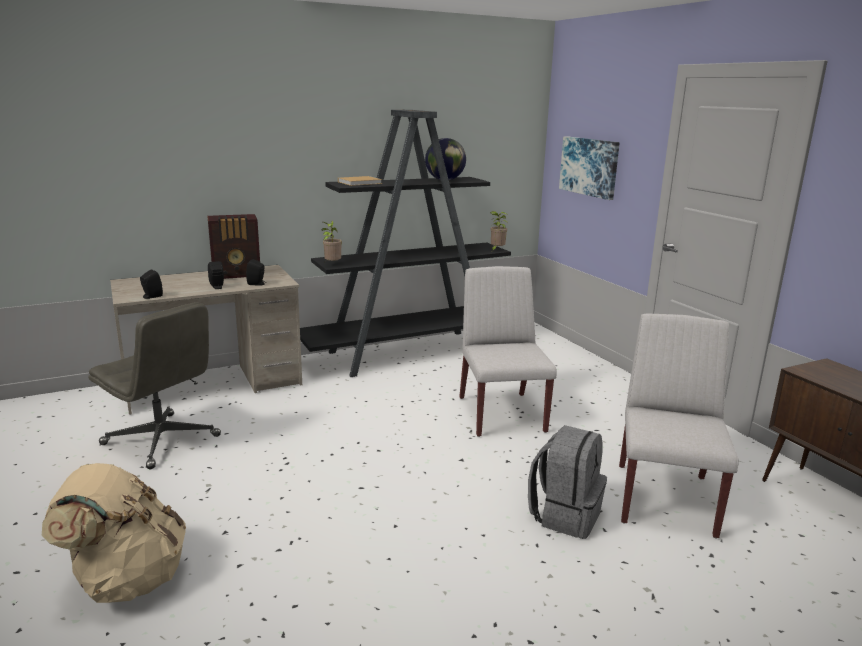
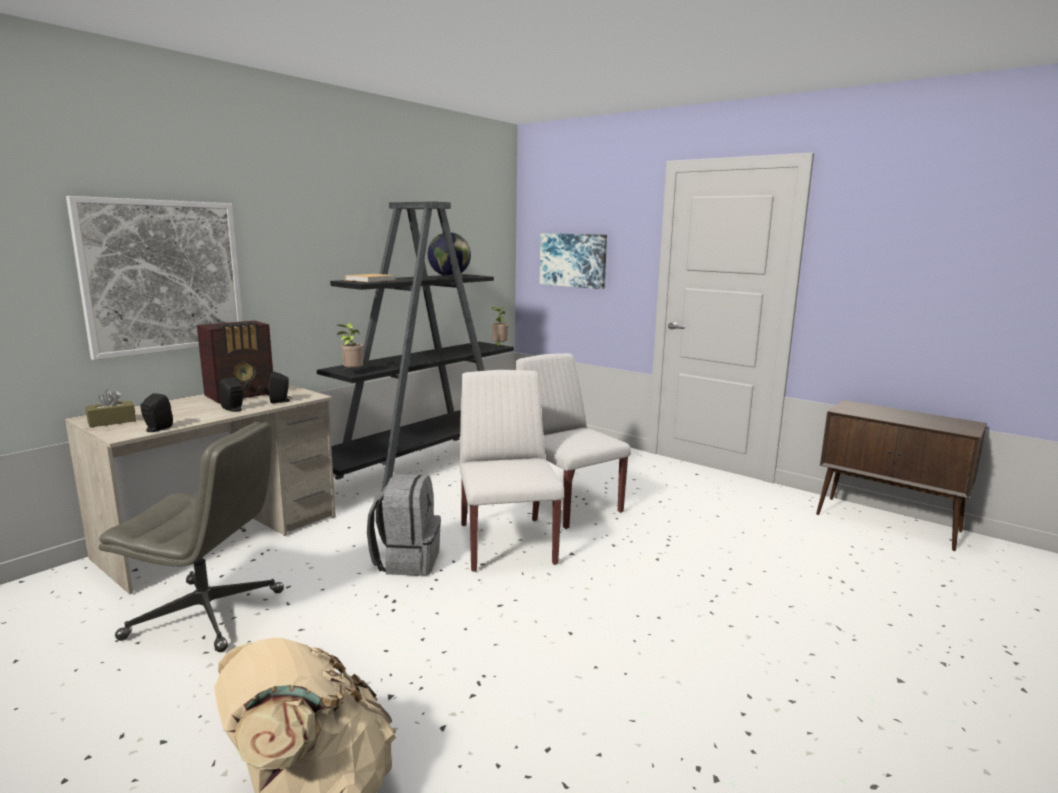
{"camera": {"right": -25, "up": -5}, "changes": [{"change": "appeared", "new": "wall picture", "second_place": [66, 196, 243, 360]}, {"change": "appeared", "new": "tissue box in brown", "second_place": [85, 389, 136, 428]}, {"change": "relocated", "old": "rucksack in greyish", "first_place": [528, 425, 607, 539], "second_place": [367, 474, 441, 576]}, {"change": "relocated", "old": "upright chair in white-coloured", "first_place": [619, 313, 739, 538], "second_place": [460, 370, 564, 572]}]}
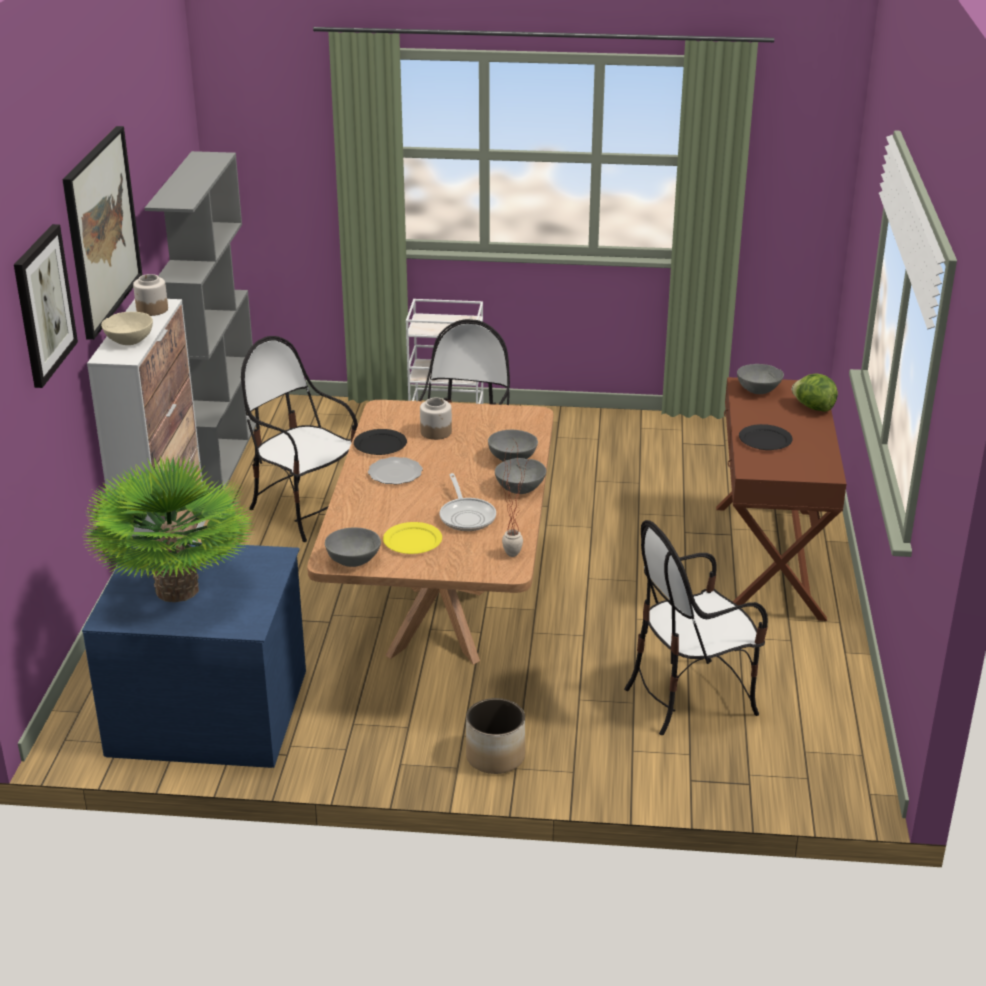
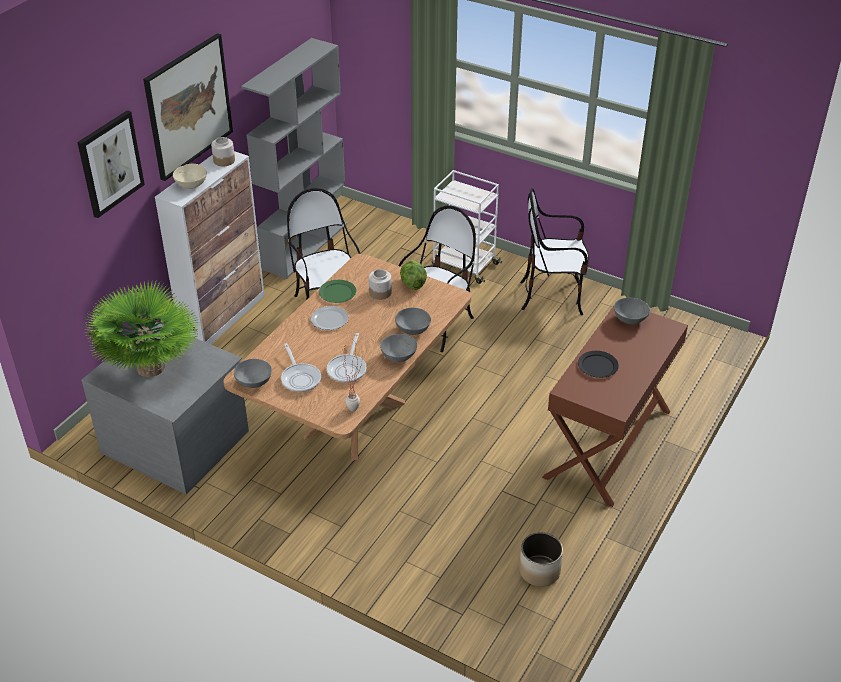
{"camera": {"right": 25, "up": 10}, "changes": [{"change": "colour", "old": "drawer chest in blue", "new": "drawer chest in greyish", "first_place": [82, 542, 306, 768], "second_place": [81, 322, 249, 494]}, {"change": "exchanged", "old": "flat dish in yellow-coloured", "new": "frying pan", "first_place": [383, 522, 442, 554], "second_place": [281, 343, 321, 392]}, {"change": "colour", "old": "flat dish in black", "new": "flat dish in greenish", "first_place": [354, 429, 407, 455], "second_place": [319, 280, 356, 303]}, {"change": "relocated", "old": "lettuce", "first_place": [792, 374, 838, 412], "second_place": [400, 261, 427, 290]}, {"change": "relocated", "old": "plant pot", "first_place": [466, 698, 525, 774], "second_place": [519, 532, 563, 587]}, {"change": "relocated", "old": "upright chair", "first_place": [624, 520, 768, 735], "second_place": [520, 188, 590, 315]}]}
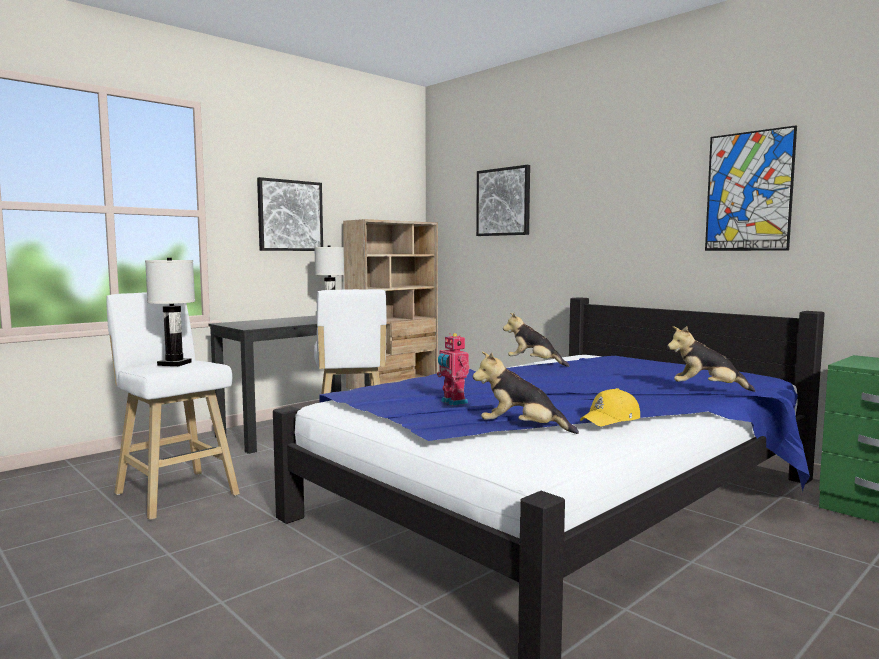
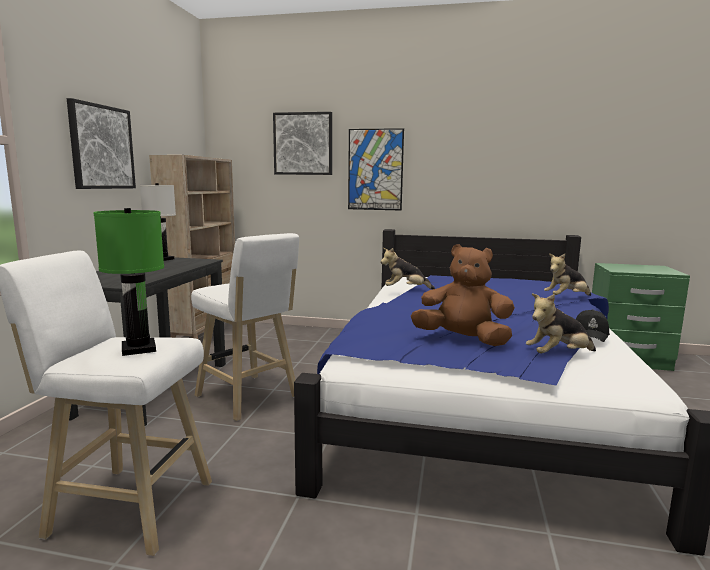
{"camera": {"right": -35, "up": 5}, "changes": [{"change": "colour", "old": "table lamp in white-coloured", "new": "table lamp in greenish", "first_place": [145, 258, 195, 366], "second_place": [93, 208, 164, 356]}, {"change": "relocated", "old": "wall picture", "first_place": [705, 125, 797, 251], "second_place": [348, 128, 404, 210]}, {"change": "exchanged", "old": "model robot", "new": "soft toy in brown", "first_place": [437, 333, 470, 406], "second_place": [411, 244, 515, 346]}, {"change": "colour", "old": "peaked cap in yellow-coloured", "new": "peaked cap in black", "first_place": [580, 388, 640, 426], "second_place": [576, 309, 610, 342]}]}
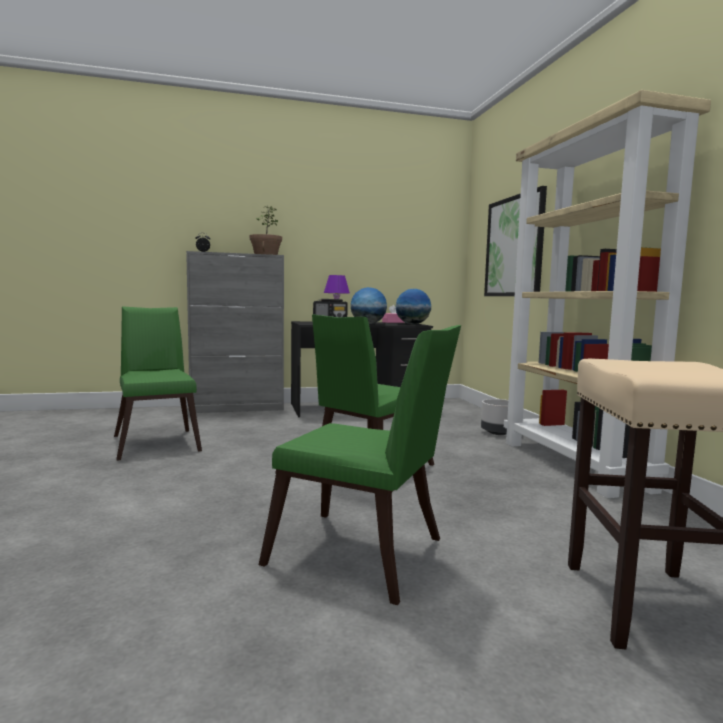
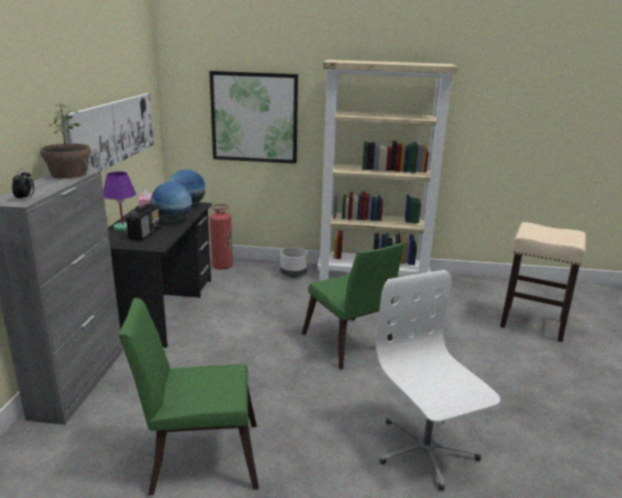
{"camera": {"right": -70, "up": 15}, "changes": [{"change": "appeared", "new": "wall picture", "second_place": [63, 93, 154, 171]}, {"change": "appeared", "new": "fire extinguisher", "second_place": [209, 204, 233, 269]}, {"change": "appeared", "new": "computer chair in white-coloured", "second_place": [376, 270, 500, 491]}, {"change": "missing", "old": "upright chair in greenish", "first_place": [259, 325, 461, 605]}]}
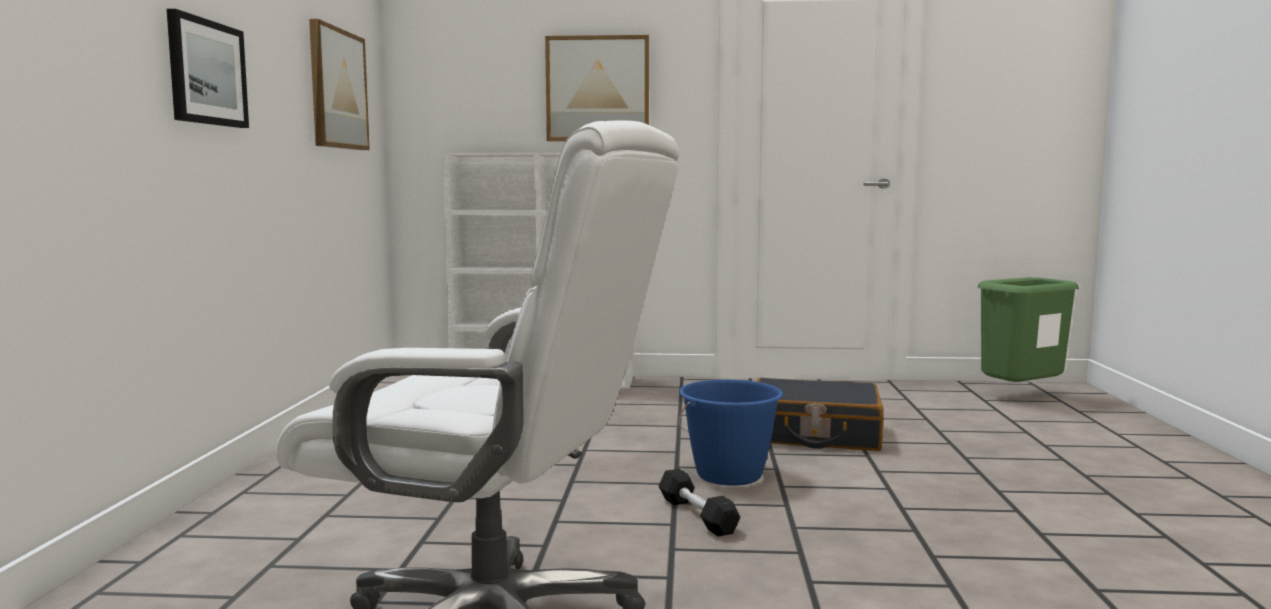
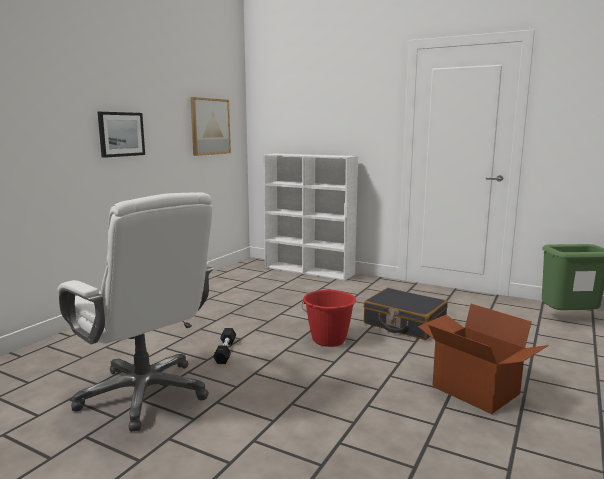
{"camera": {"right": 25, "up": 5}, "changes": [{"change": "relocated", "old": "dumbbell in black", "first_place": [658, 469, 740, 537], "second_place": [213, 328, 236, 364]}, {"change": "colour", "old": "water bucket in blue", "new": "water bucket in red", "first_place": [679, 379, 783, 486], "second_place": [302, 290, 356, 347]}, {"change": "appeared", "new": "carton", "second_place": [418, 304, 549, 414]}, {"change": "missing", "old": "wall picture", "first_place": [545, 35, 649, 141]}]}
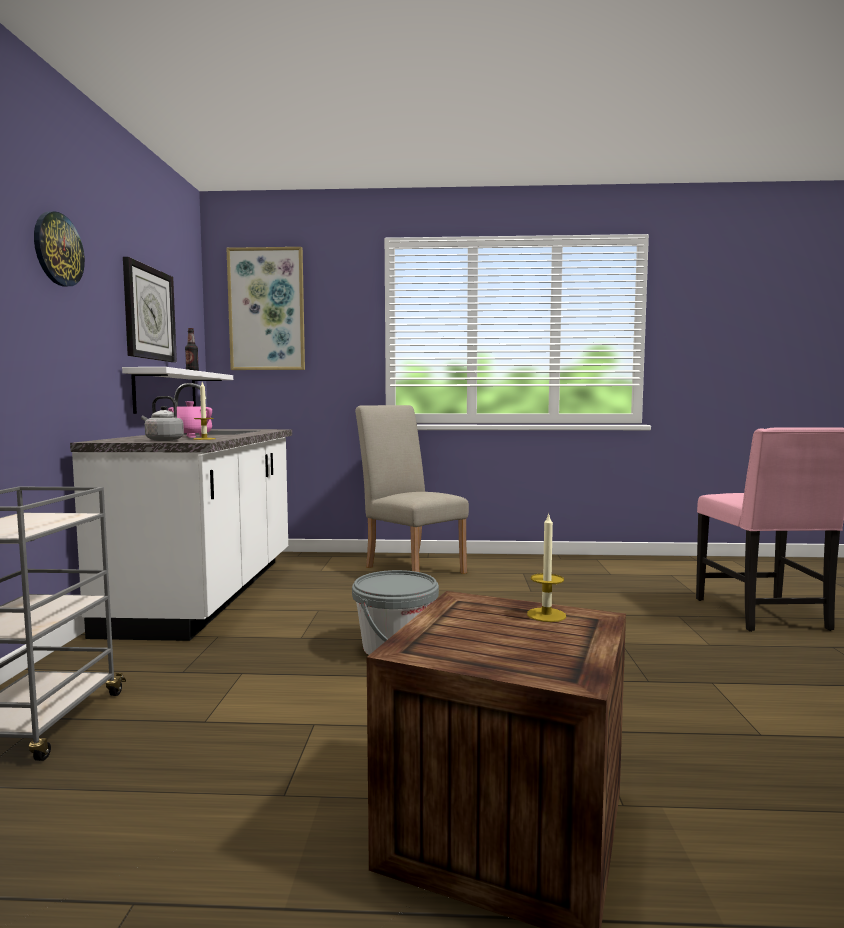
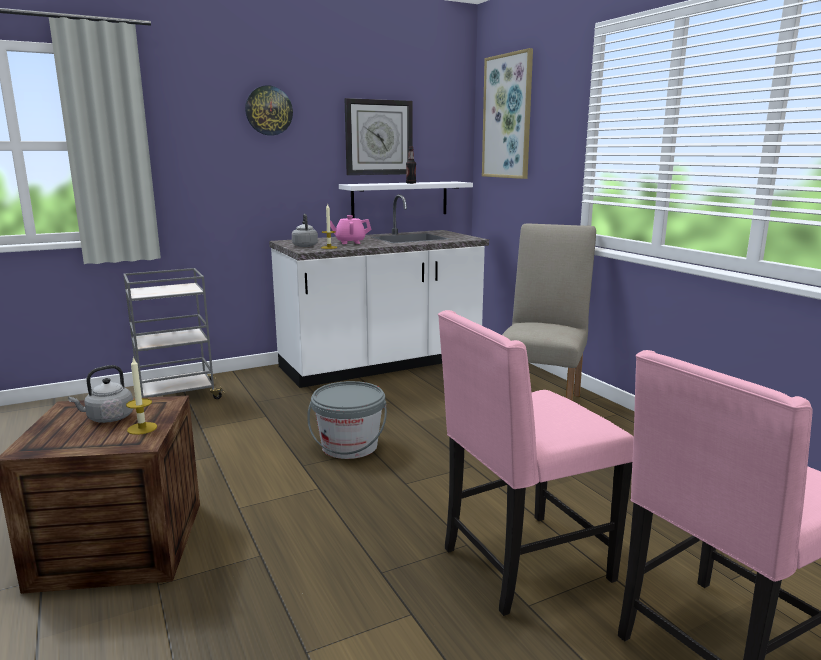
{"camera": {"right": 60, "up": 10}, "changes": [{"change": "appeared", "new": "tea kettle in greyish", "second_place": [68, 365, 134, 423]}, {"change": "appeared", "new": "upright chair in pinkish", "second_place": [438, 310, 634, 616]}]}
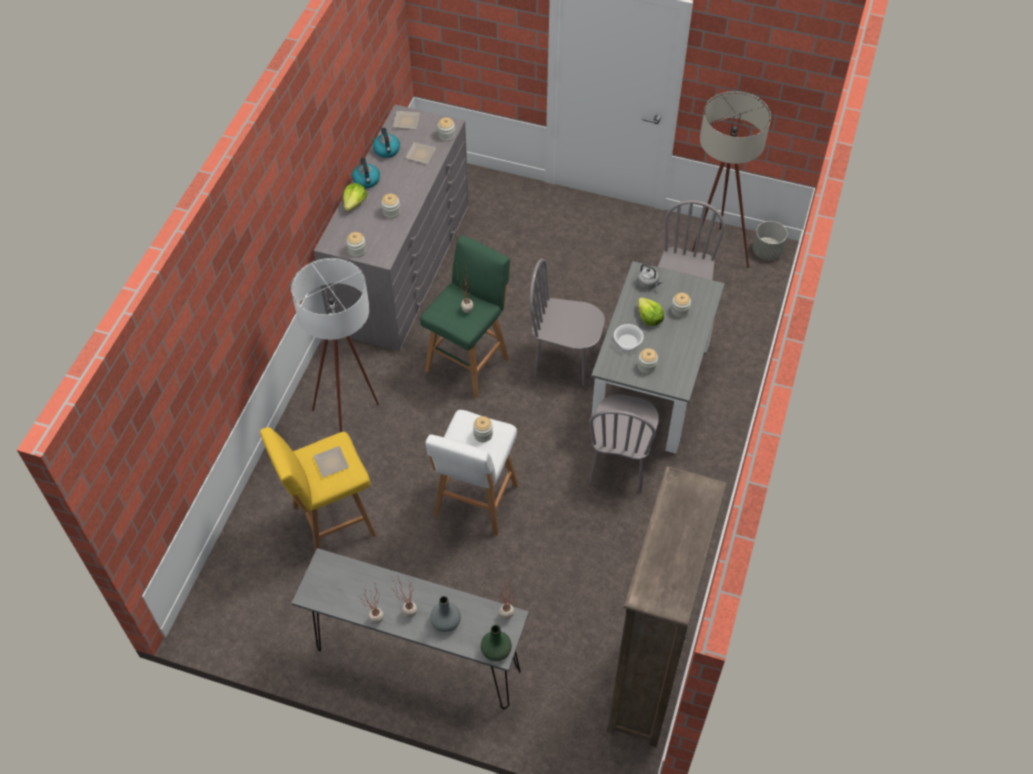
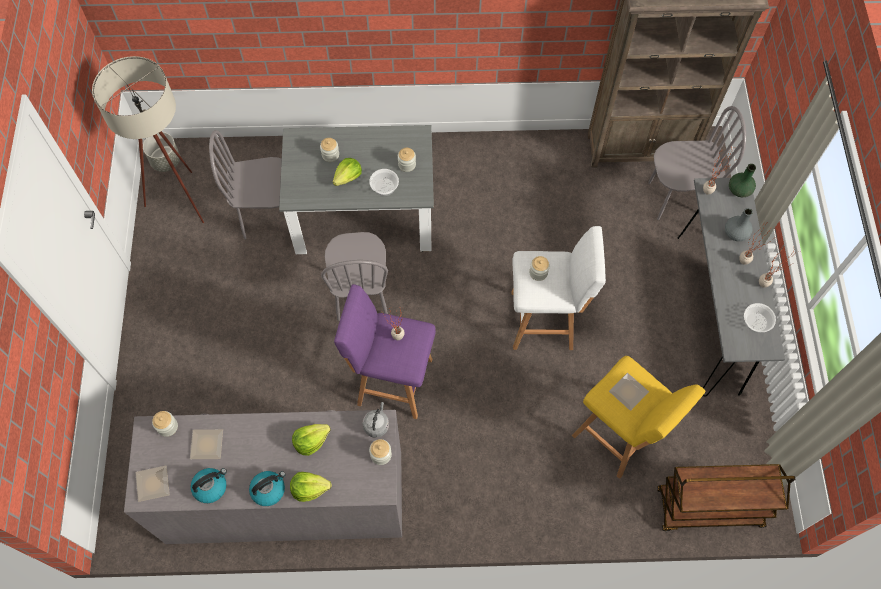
{"camera": {"right": -110, "up": 10}, "changes": [{"change": "exchanged", "old": "preserve jar", "new": "lettuce", "first_place": [382, 194, 400, 219], "second_place": [292, 424, 331, 456]}, {"change": "colour", "old": "stool in greenish", "new": "stool in purplish", "first_place": [420, 235, 510, 399], "second_place": [334, 284, 436, 419]}, {"change": "relocated", "old": "tea kettle in greyish", "first_place": [637, 264, 663, 289], "second_place": [362, 402, 389, 438]}, {"change": "relocated", "old": "upright chair in greyish", "first_place": [589, 394, 659, 493], "second_place": [648, 106, 746, 220]}, {"change": "appeared", "new": "cart in brown", "second_place": [657, 464, 795, 532]}, {"change": "appeared", "new": "serving bowl", "second_place": [744, 303, 776, 333]}, {"change": "missing", "old": "floor lamp in white-coloured", "first_place": [291, 258, 379, 432]}]}
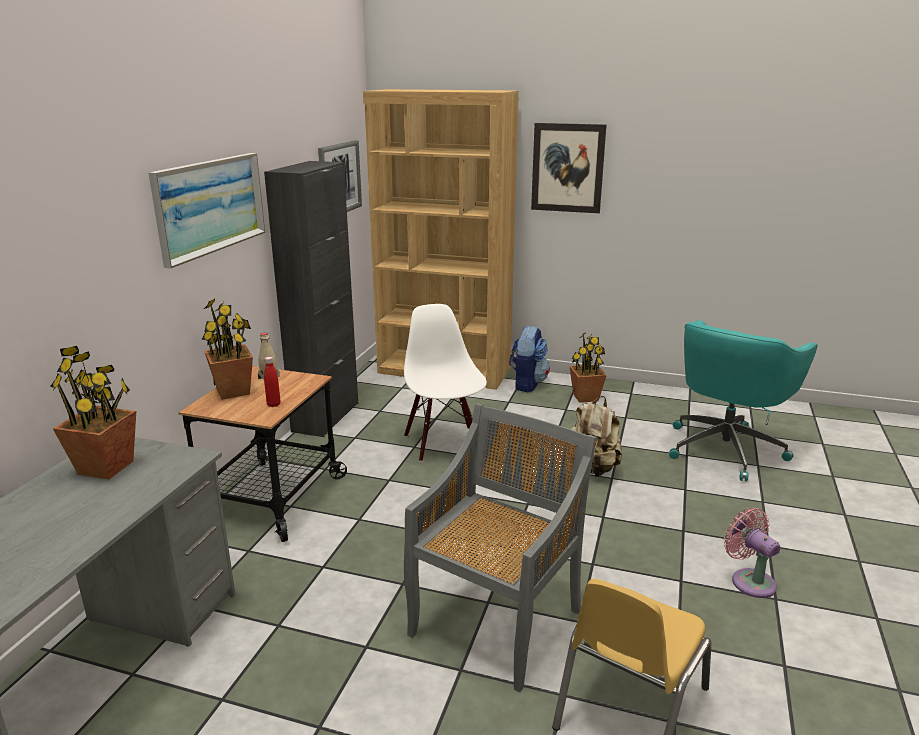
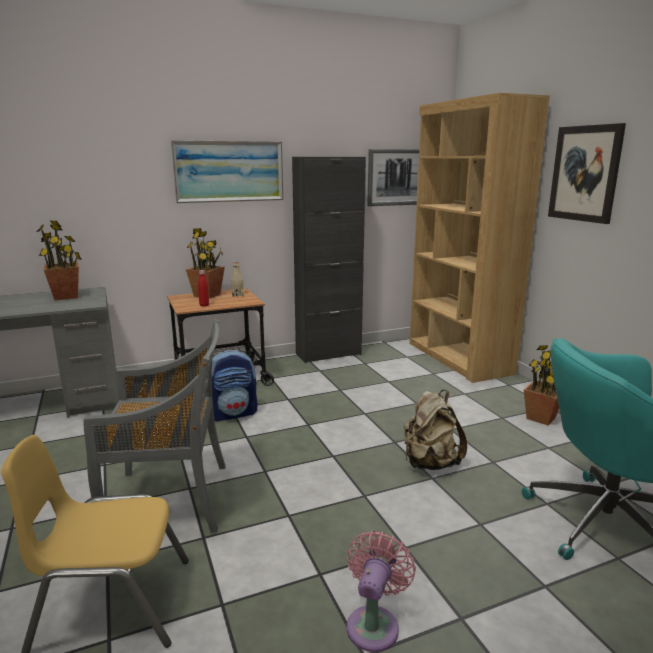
{"camera": {"right": 50, "up": -5}, "changes": [{"change": "relocated", "old": "rucksack", "first_place": [509, 325, 550, 392], "second_place": [212, 350, 257, 421]}, {"change": "missing", "old": "upright chair in white-coloured", "first_place": [404, 304, 487, 462]}]}
